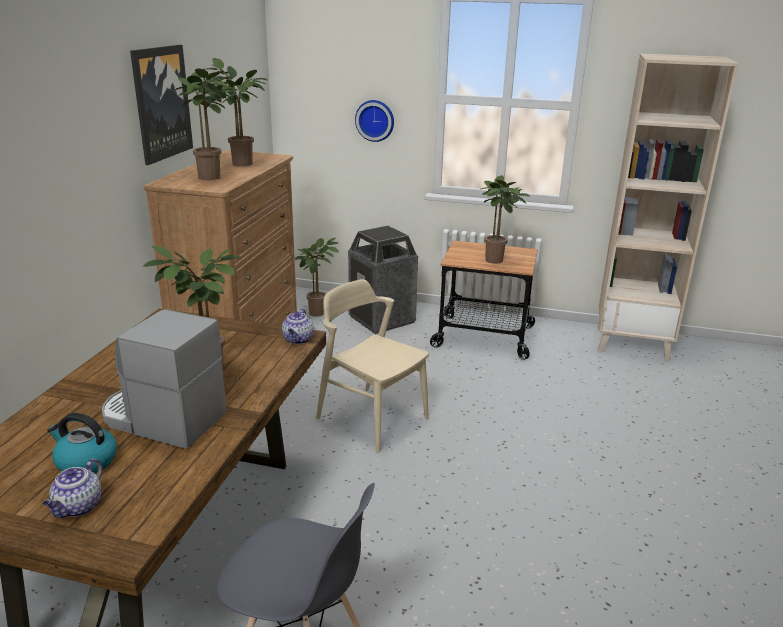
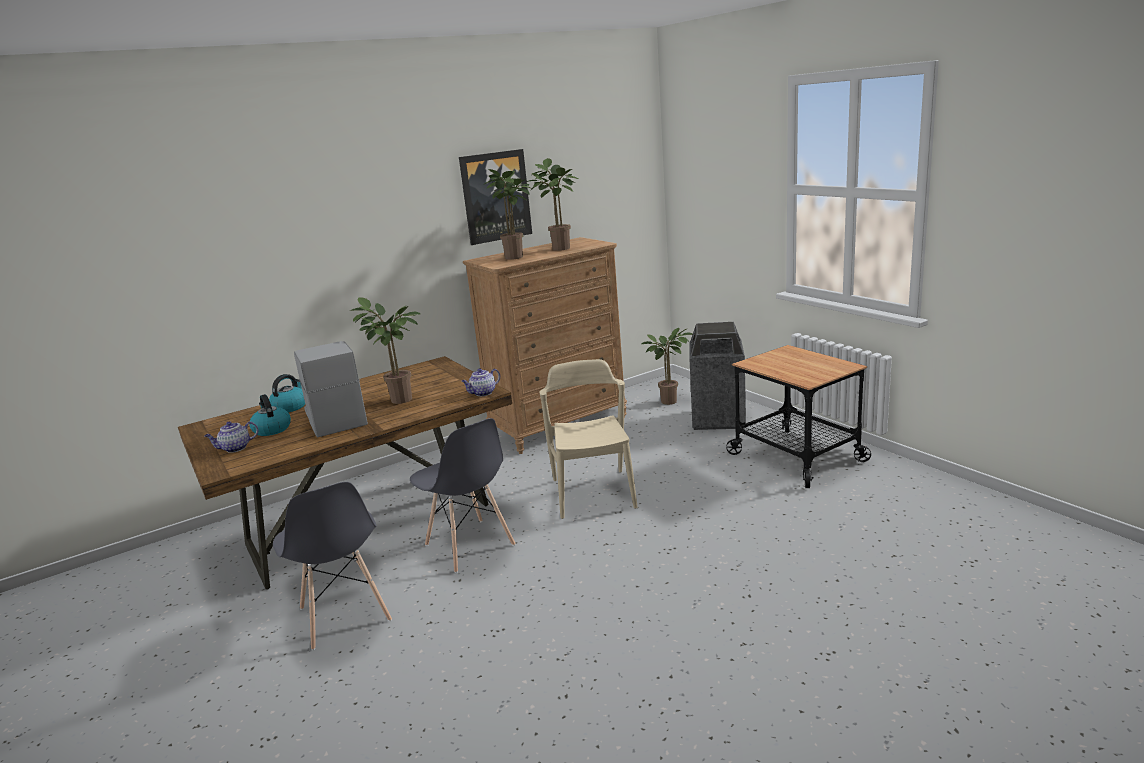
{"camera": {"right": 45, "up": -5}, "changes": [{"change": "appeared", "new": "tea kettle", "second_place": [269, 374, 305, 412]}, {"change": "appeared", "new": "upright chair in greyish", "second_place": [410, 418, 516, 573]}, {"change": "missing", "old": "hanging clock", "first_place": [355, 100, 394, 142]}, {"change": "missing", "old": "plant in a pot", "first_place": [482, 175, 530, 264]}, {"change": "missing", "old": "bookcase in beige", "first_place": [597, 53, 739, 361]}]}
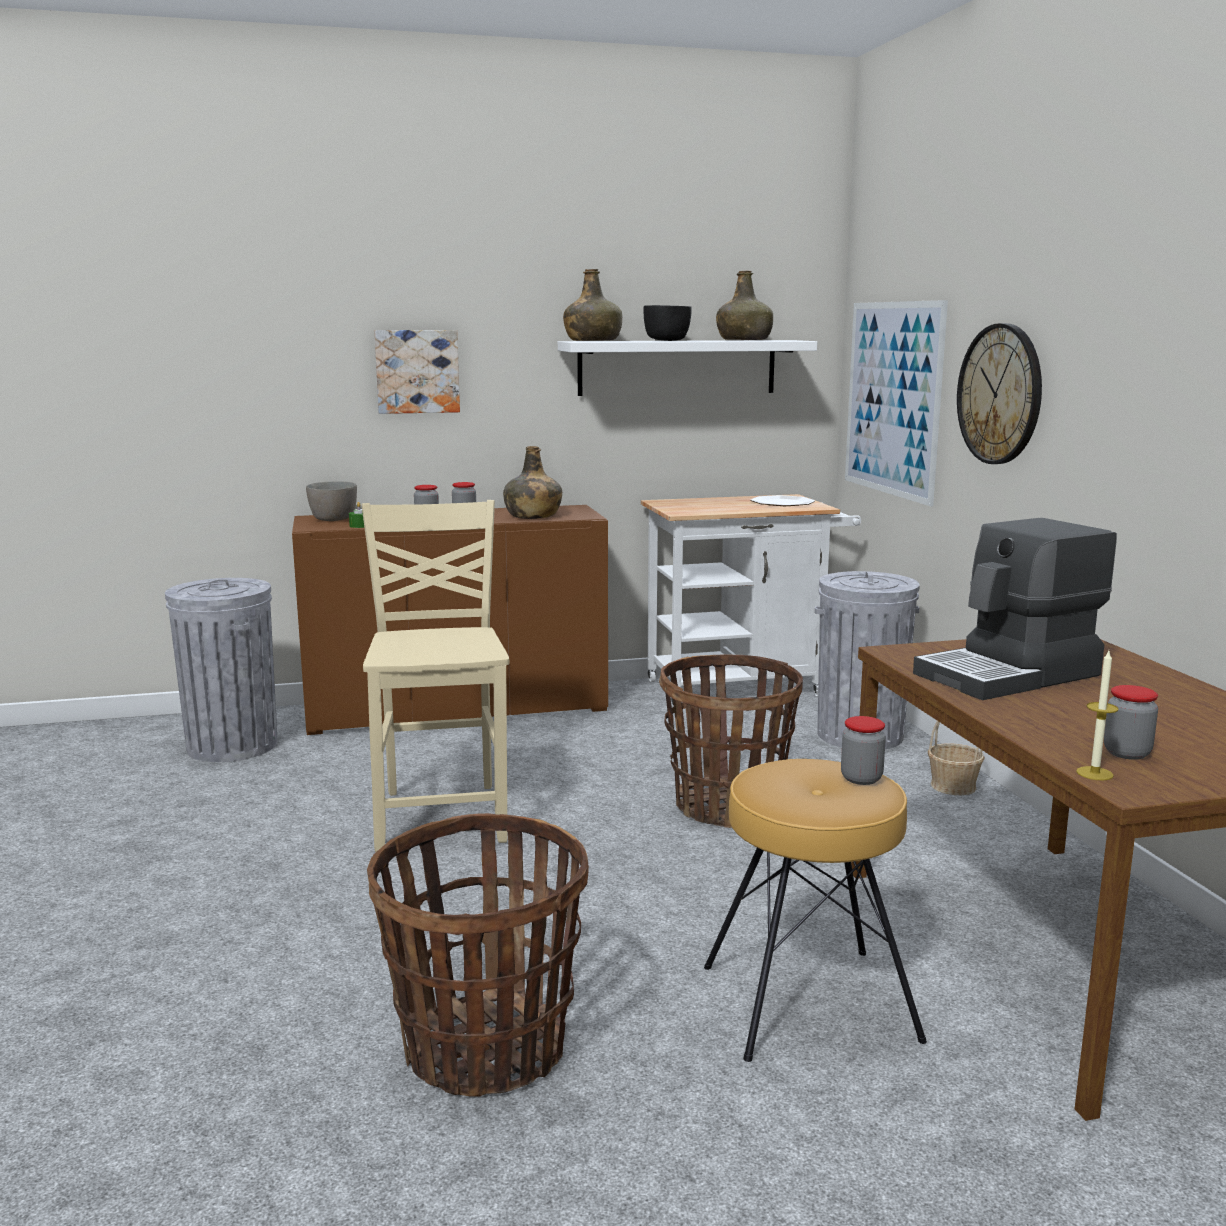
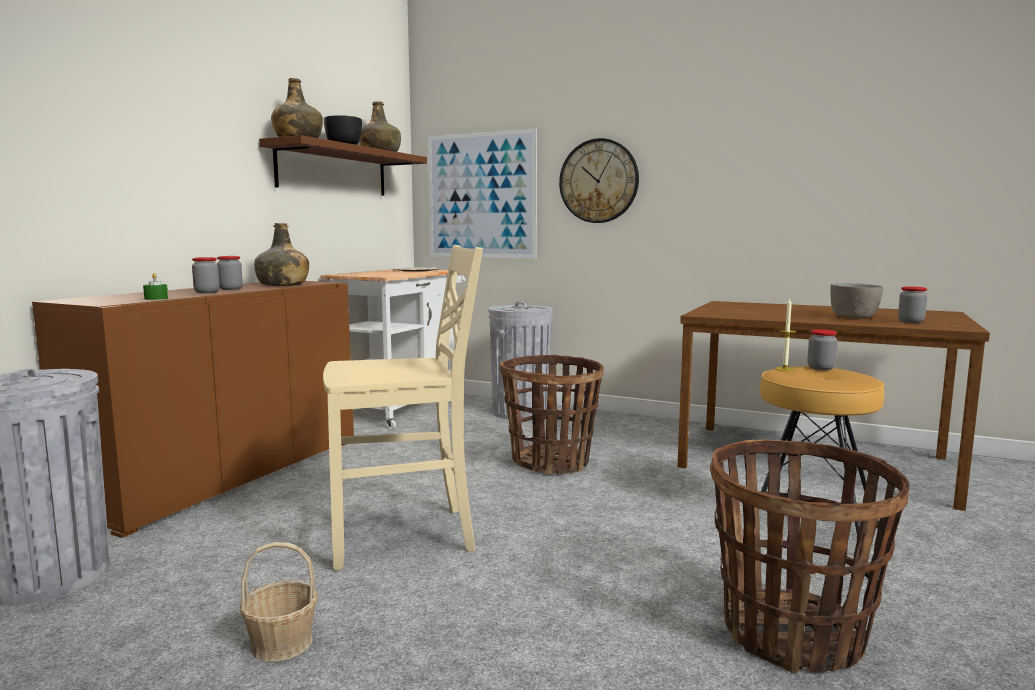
{"camera": {"right": -50, "up": -5}, "changes": [{"change": "relocated", "old": "household basket", "first_place": [928, 721, 985, 795], "second_place": [240, 542, 318, 662]}, {"change": "colour", "old": "bracket shelf in white-coloured", "new": "bracket shelf in brown", "first_place": [558, 340, 817, 396], "second_place": [259, 135, 427, 196]}, {"change": "spun", "old": "upright chair in beige", "first_place": [362, 500, 509, 852], "second_place": [323, 245, 483, 571], "degrees": 135}, {"change": "relocated", "old": "candle", "first_place": [1076, 651, 1119, 781], "second_place": [775, 299, 796, 371]}, {"change": "relocated", "old": "serving bowl in greyish", "first_place": [306, 481, 357, 521], "second_place": [830, 283, 883, 319]}, {"change": "missing", "old": "wall picture", "first_place": [374, 330, 460, 414]}, {"change": "missing", "old": "coffee brewer", "first_place": [913, 518, 1117, 700]}]}
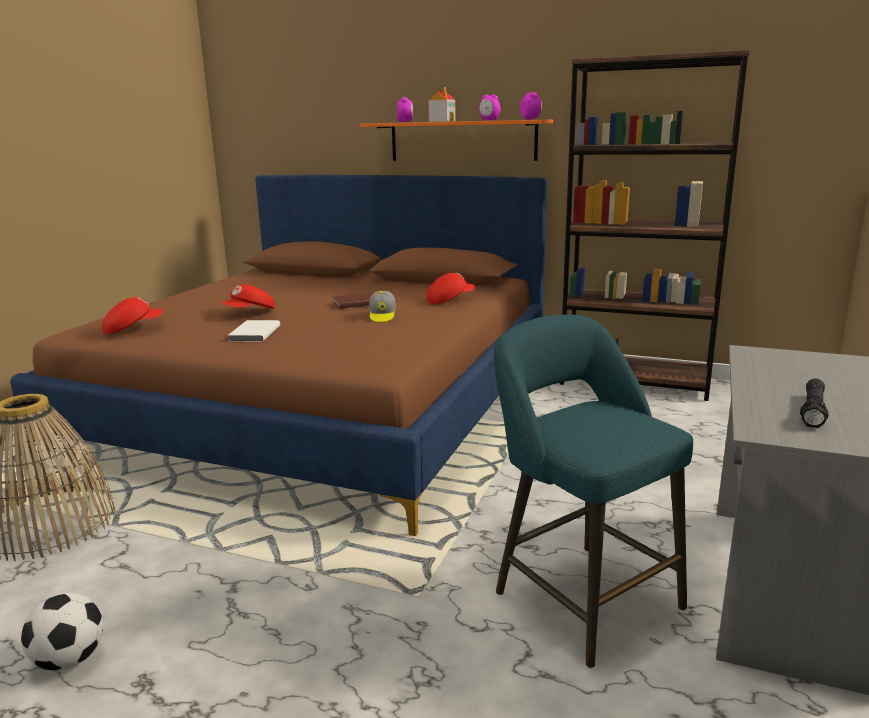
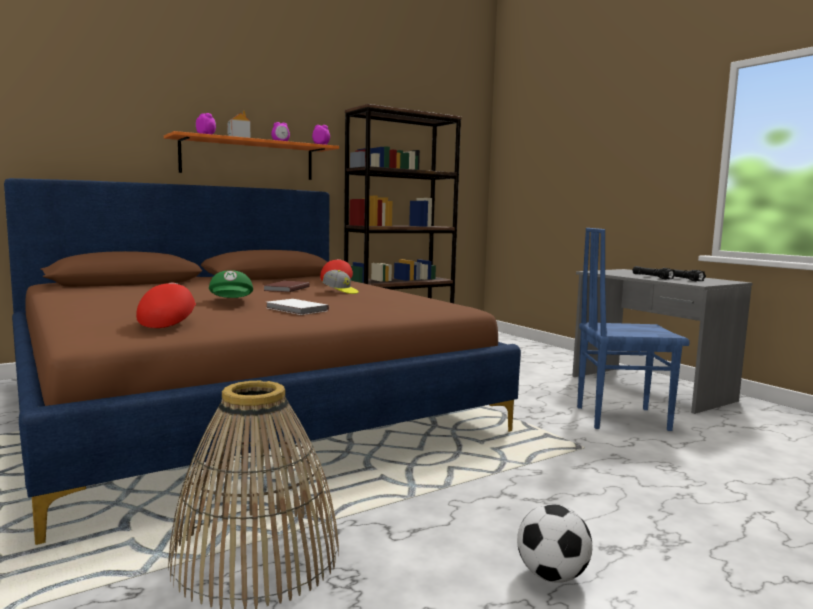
{"camera": {"right": -55, "up": -10}, "changes": [{"change": "colour", "old": "peaked cap in red", "new": "peaked cap in greenish", "first_place": [221, 284, 275, 309], "second_place": [209, 270, 253, 298]}, {"change": "exchanged", "old": "stool in blue-green", "new": "upright chair in blue", "first_place": [494, 315, 693, 668], "second_place": [577, 228, 690, 431]}, {"change": "appeared", "new": "hand torch in black", "second_place": [632, 266, 676, 279]}]}
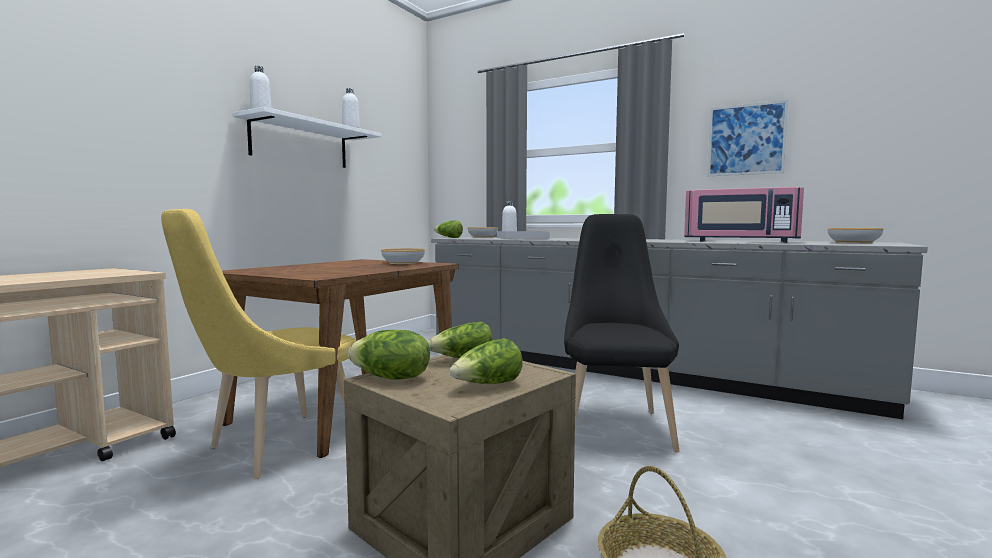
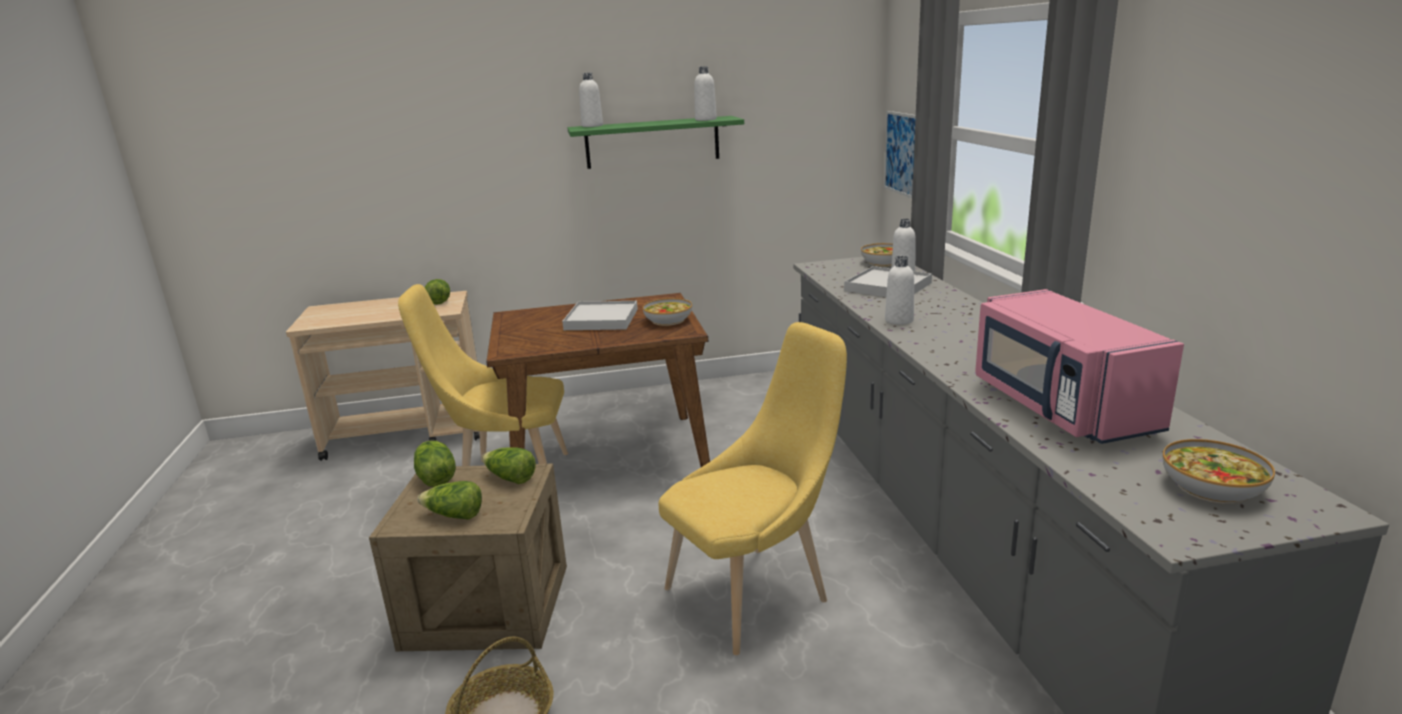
{"camera": {"right": 50, "up": 15}, "changes": [{"change": "relocated", "old": "lettuce", "first_place": [434, 220, 463, 238], "second_place": [425, 279, 450, 305]}, {"change": "appeared", "new": "serving tray in white-coloured", "second_place": [562, 301, 638, 330]}, {"change": "colour", "old": "bracket shelf in white-coloured", "new": "bracket shelf in greenish", "first_place": [233, 107, 382, 168], "second_place": [567, 116, 744, 169]}, {"change": "colour", "old": "upright chair in black", "new": "upright chair in yellow-coloured", "first_place": [564, 214, 679, 452], "second_place": [659, 322, 847, 655]}, {"change": "relocated", "old": "wall picture", "first_place": [708, 100, 788, 176], "second_place": [884, 111, 916, 198]}, {"change": "appeared", "new": "drink bottle in white-coloured", "second_place": [885, 256, 914, 325]}]}
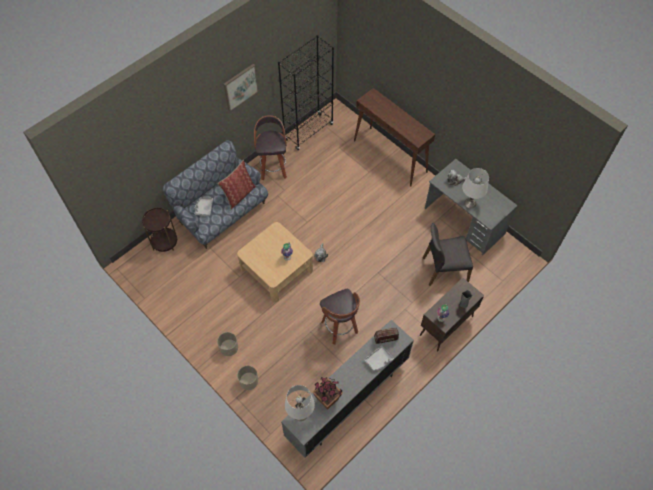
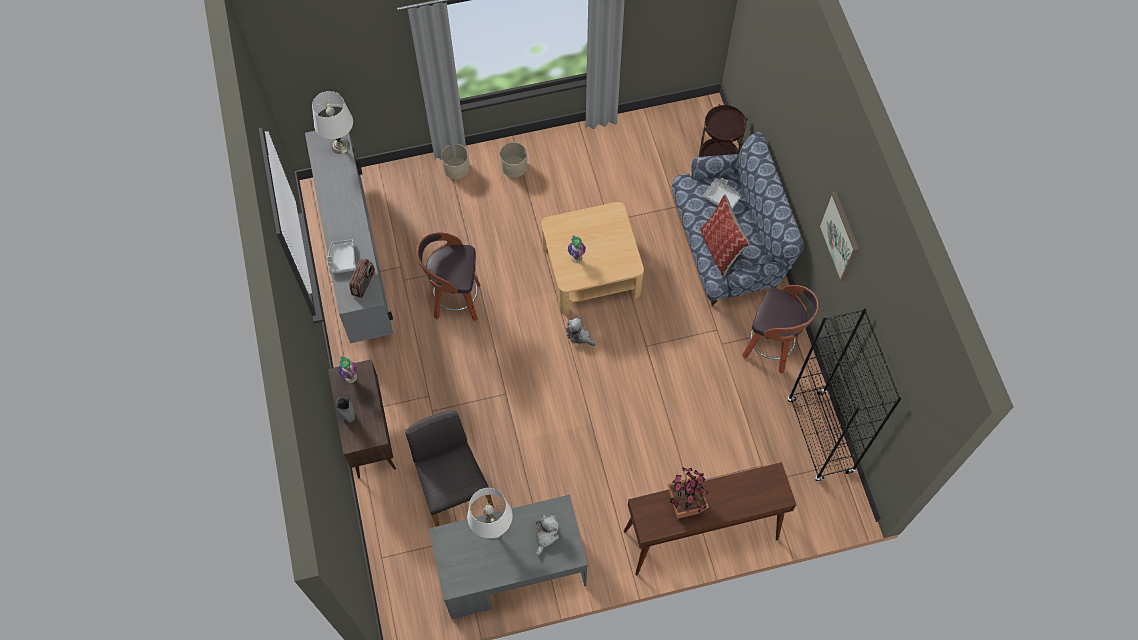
{"camera": {"right": 120, "up": 5}, "changes": [{"change": "spun", "old": "upright chair in greyish", "first_place": [423, 223, 473, 286], "second_place": [405, 411, 494, 527], "degrees": -45}, {"change": "relocated", "old": "plant in a pot", "first_place": [312, 377, 343, 410], "second_place": [667, 467, 709, 519]}]}
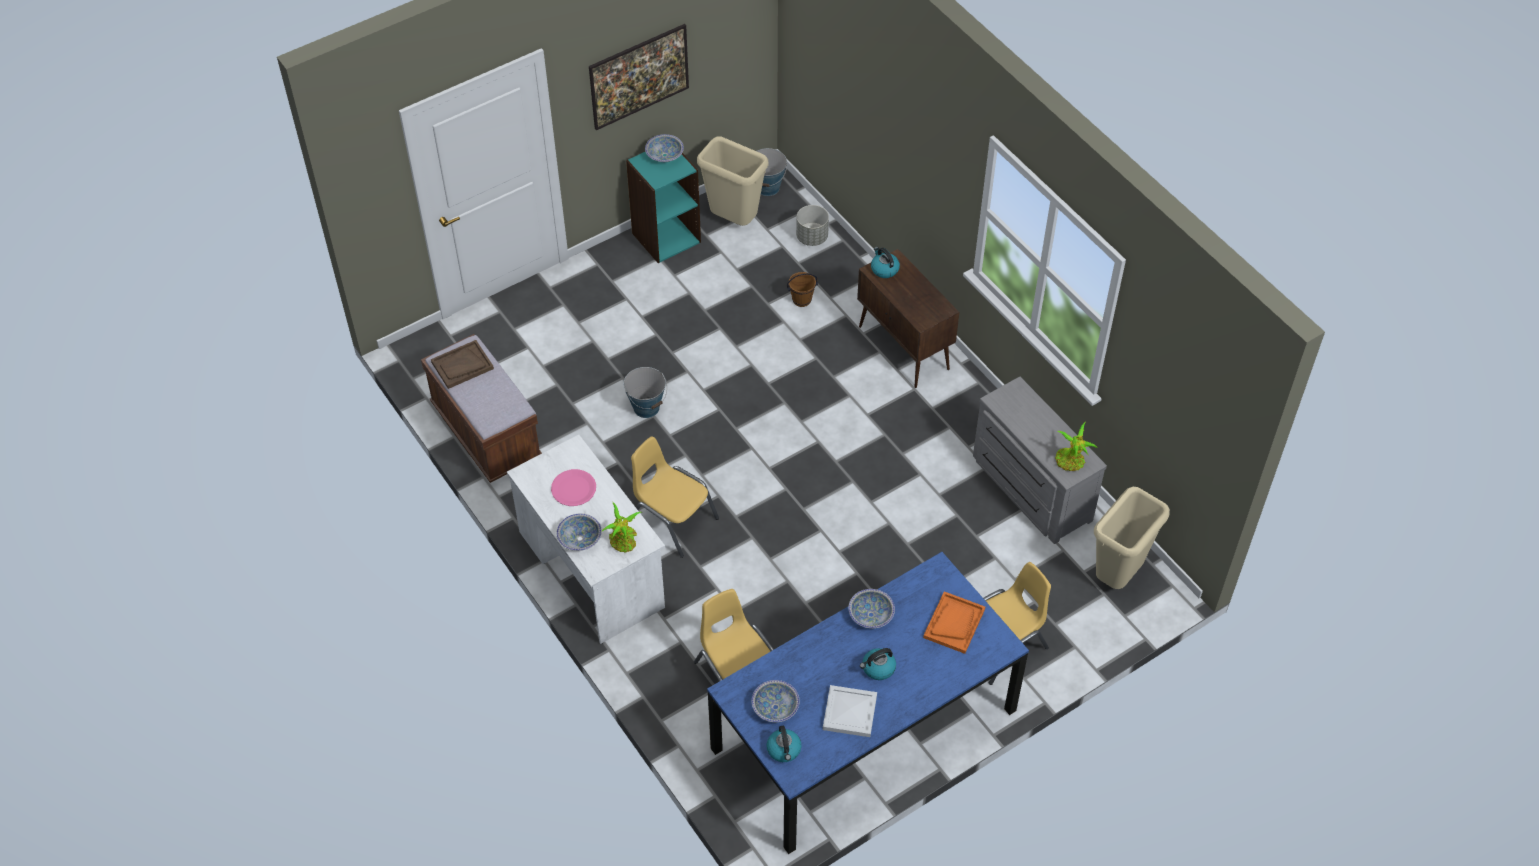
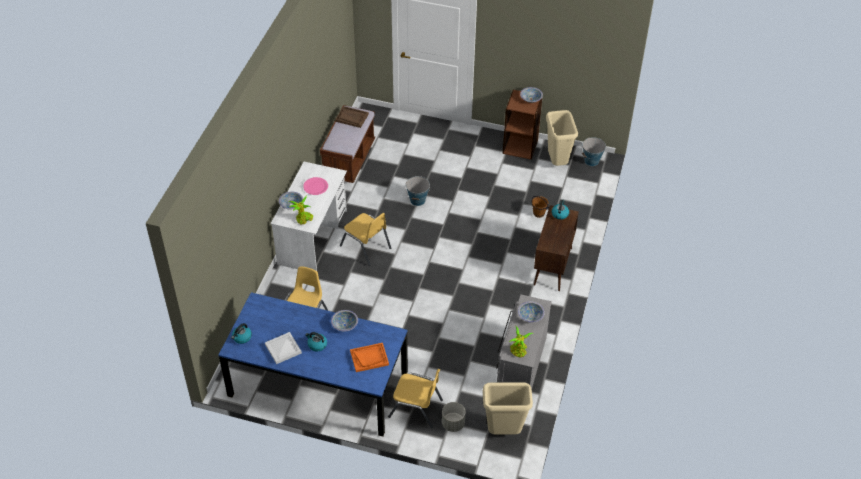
{"camera": {"right": 50, "up": -5}, "changes": [{"change": "spun", "old": "upright chair in yellow-coloured", "first_place": [631, 436, 719, 558], "second_place": [340, 213, 391, 266], "degrees": 135}, {"change": "relocated", "old": "plant pot in greyish", "first_place": [796, 205, 829, 246], "second_place": [442, 402, 465, 432]}, {"change": "colour", "old": "bookcase in blue-green", "new": "bookcase in brown", "first_place": [626, 152, 701, 263], "second_place": [503, 90, 543, 160]}, {"change": "relocated", "old": "serving bowl", "first_place": [752, 680, 800, 722], "second_place": [518, 301, 545, 322]}, {"change": "missing", "old": "wall picture", "first_place": [589, 24, 689, 130]}]}
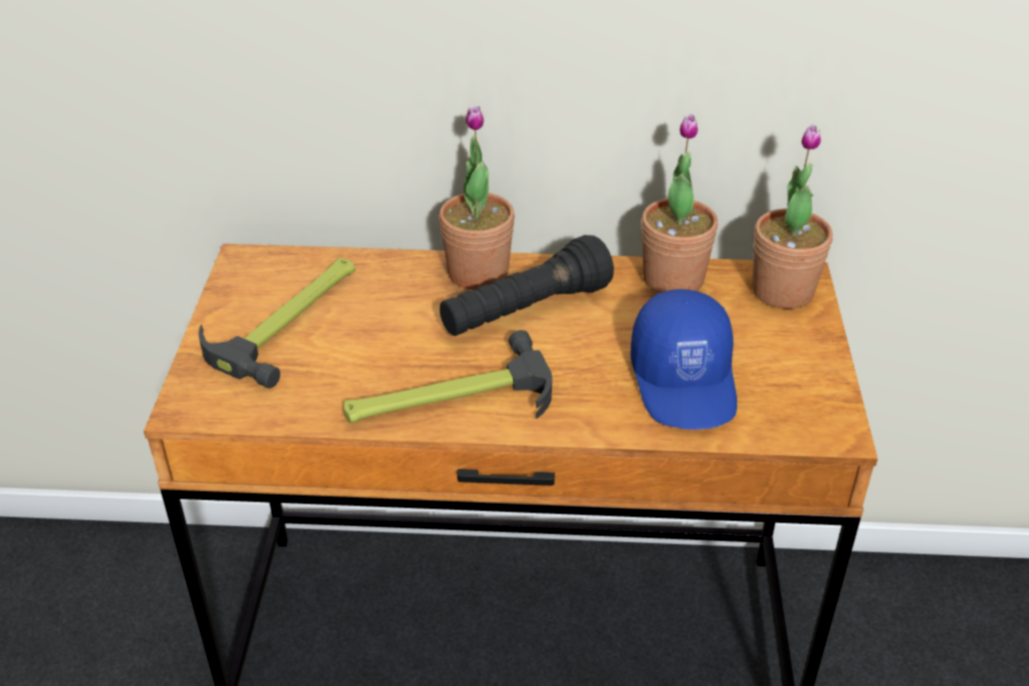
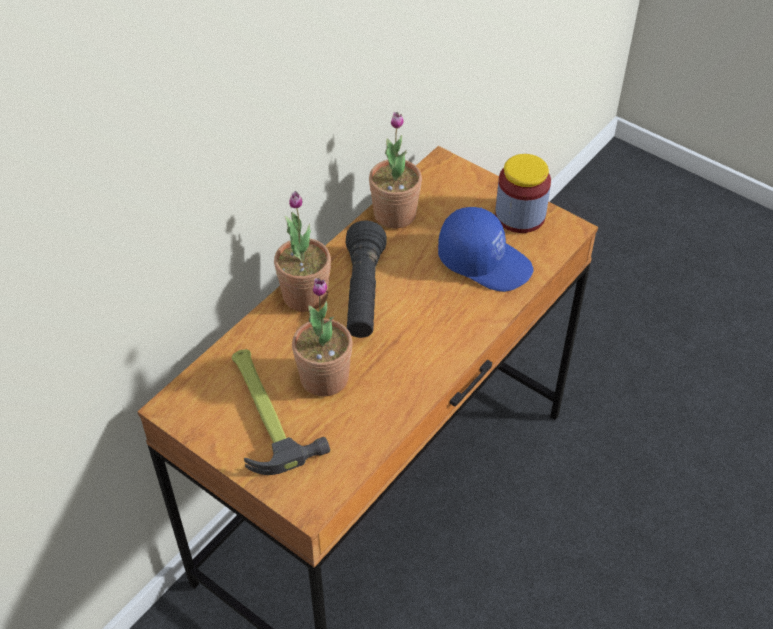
{"camera": {"right": -55, "up": 10}, "changes": [{"change": "relocated", "old": "plant in a pot", "first_place": [752, 124, 833, 309], "second_place": [292, 278, 353, 396]}, {"change": "appeared", "new": "preserve jar", "second_place": [495, 154, 551, 233]}, {"change": "missing", "old": "hand hammer", "first_place": [344, 330, 552, 423]}]}
